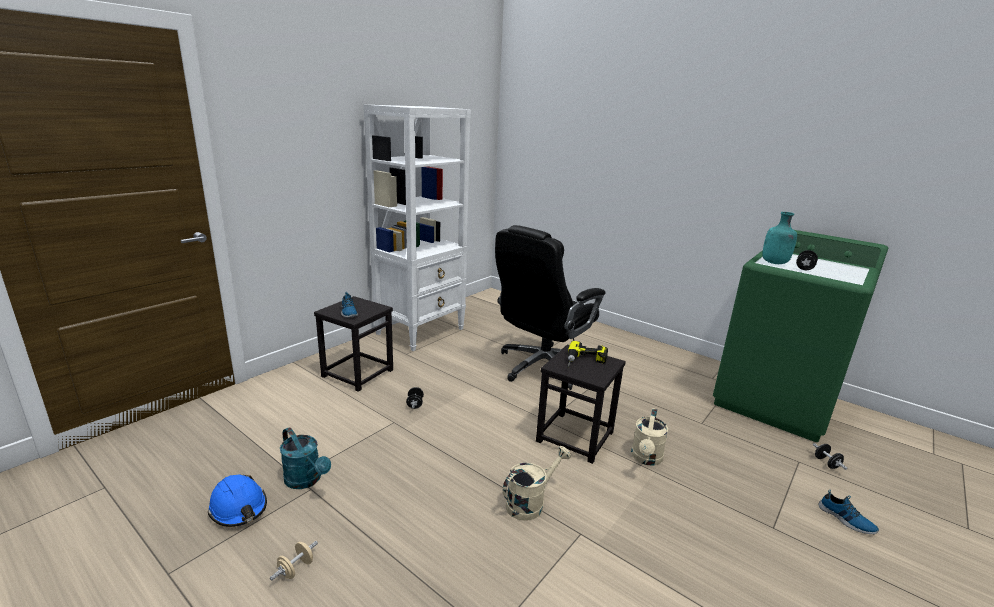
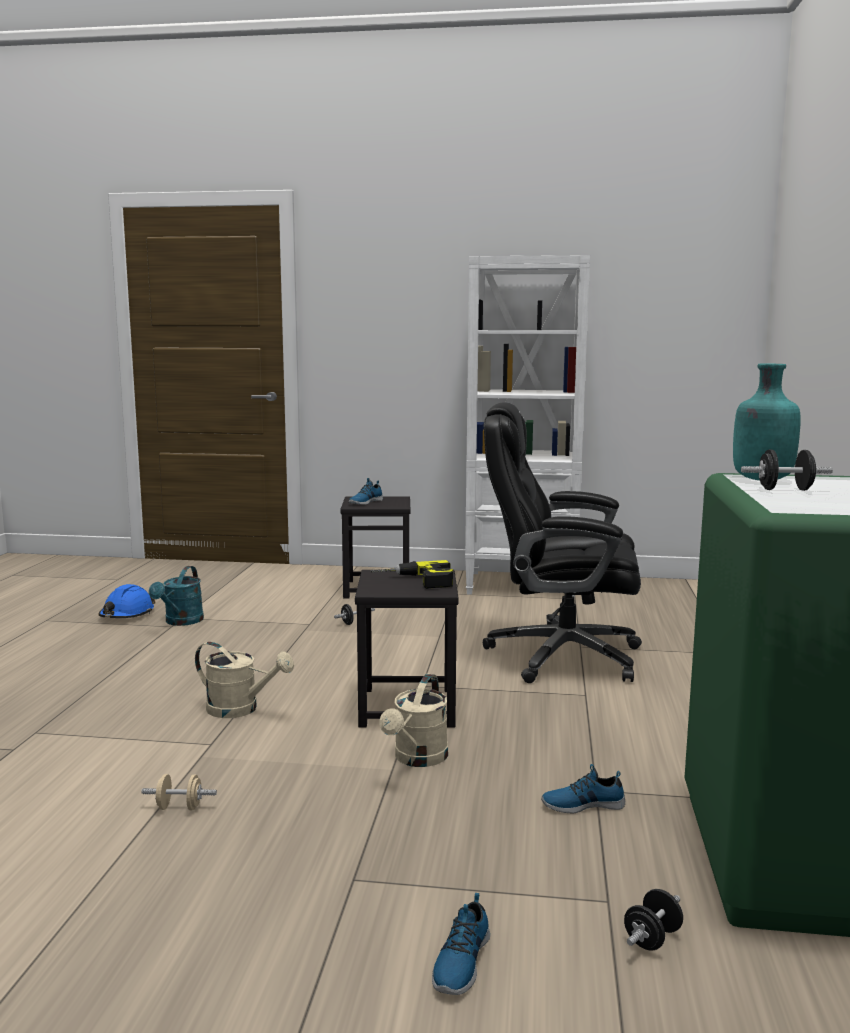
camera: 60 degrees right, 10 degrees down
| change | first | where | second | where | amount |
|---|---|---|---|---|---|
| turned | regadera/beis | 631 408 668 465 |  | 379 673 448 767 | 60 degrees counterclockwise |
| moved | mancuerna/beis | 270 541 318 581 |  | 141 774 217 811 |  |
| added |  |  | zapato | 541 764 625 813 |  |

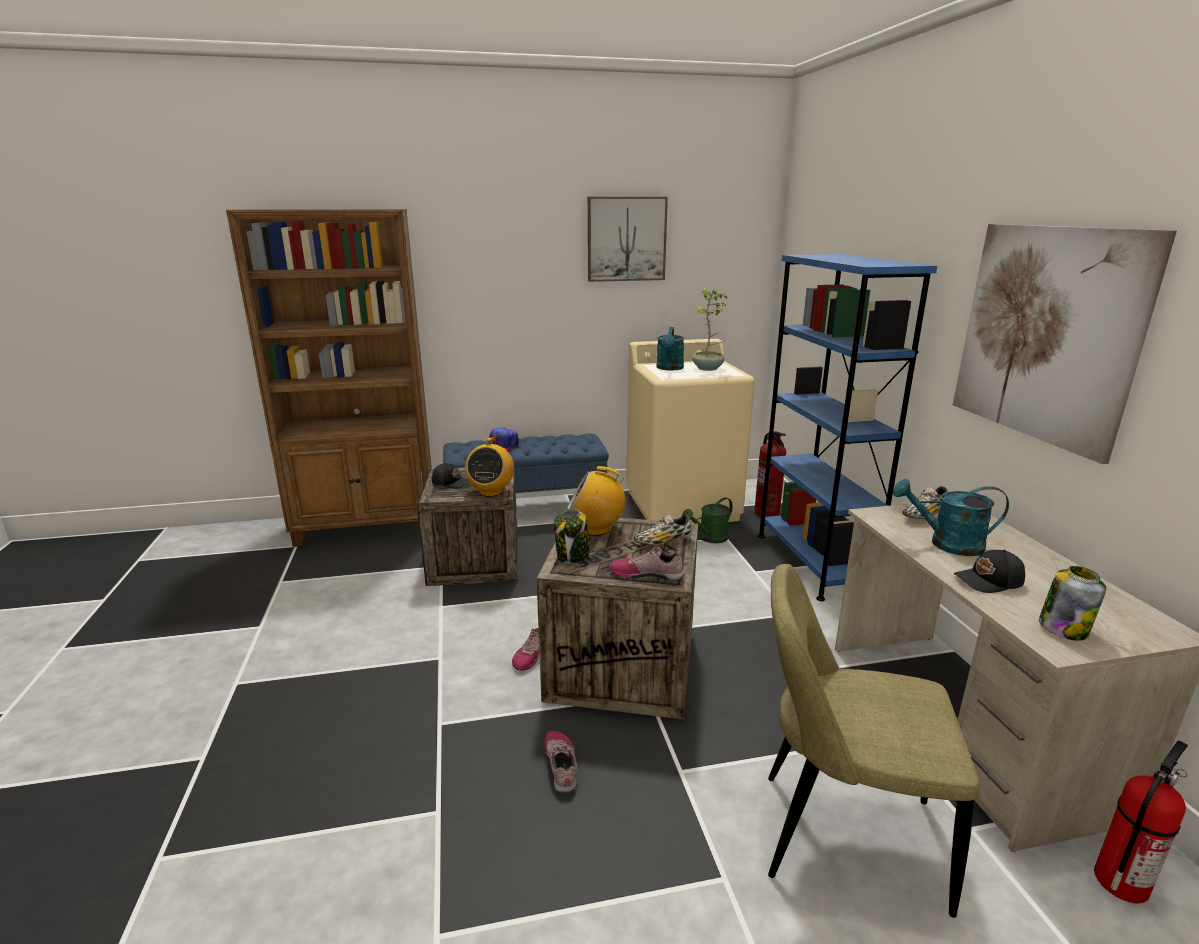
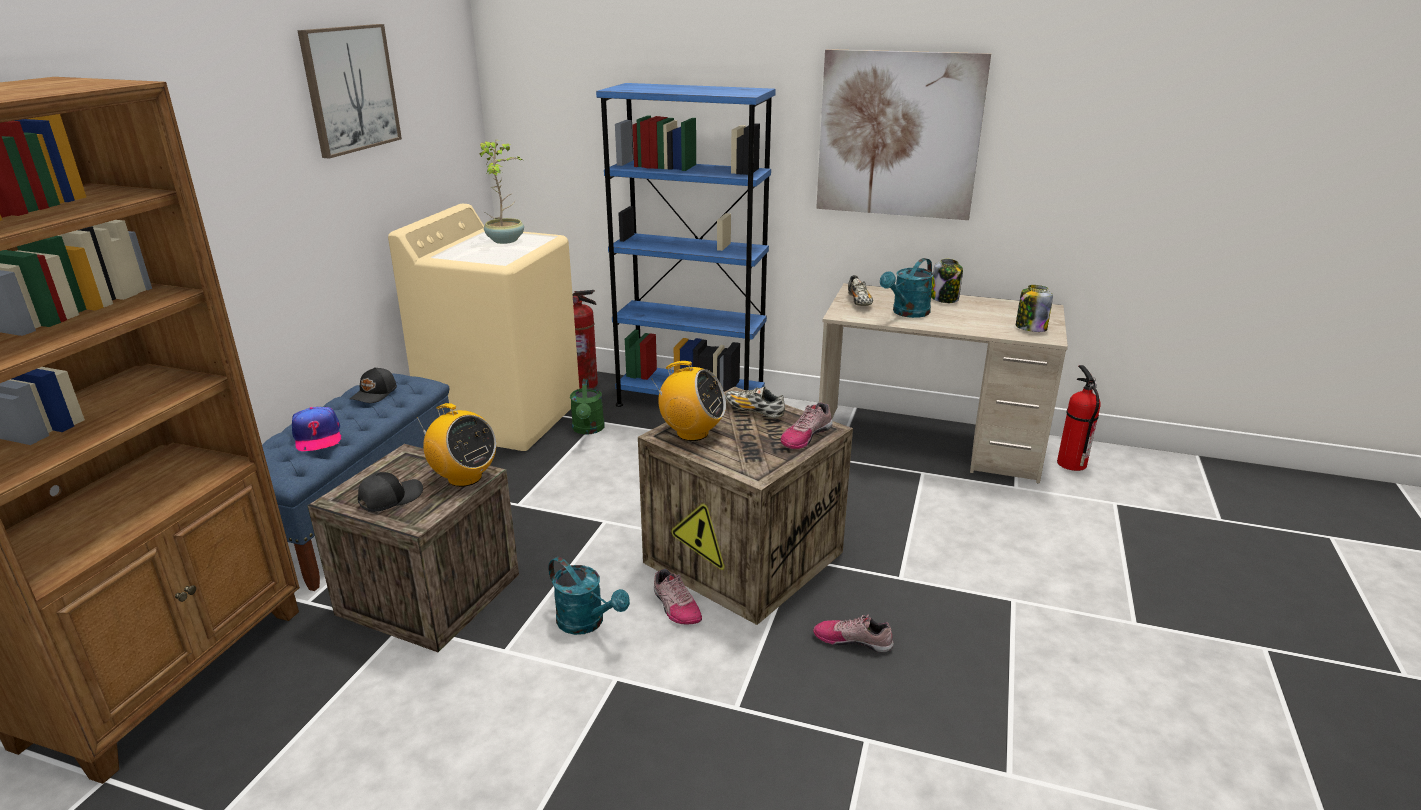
camera: 60 degrees left, 5 degrees up
| change | first | where | second | where | amount |
|---|---|---|---|---|---|
| moved | regadera/turquesa | 657 327 684 371 |  | 549 557 630 635 |  |
| turned | radio | 567 466 628 536 |  | 653 361 726 441 | 105 degrees counterclockwise |
| moved | tarro | 554 508 590 564 |  | 931 259 963 303 |  |
| turned | zapato | 633 514 692 545 |  | 725 387 785 418 | 120 degrees clockwise |
| moved | gorra/negro | 954 550 1025 593 |  | 350 367 397 403 |  |
| removed | silla/beis | 768 564 980 918 |  |  |  |

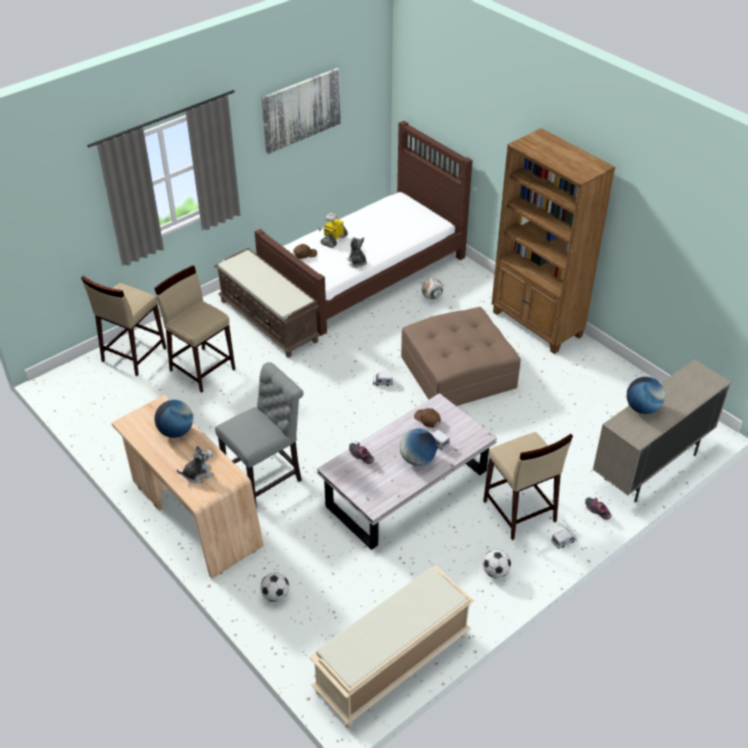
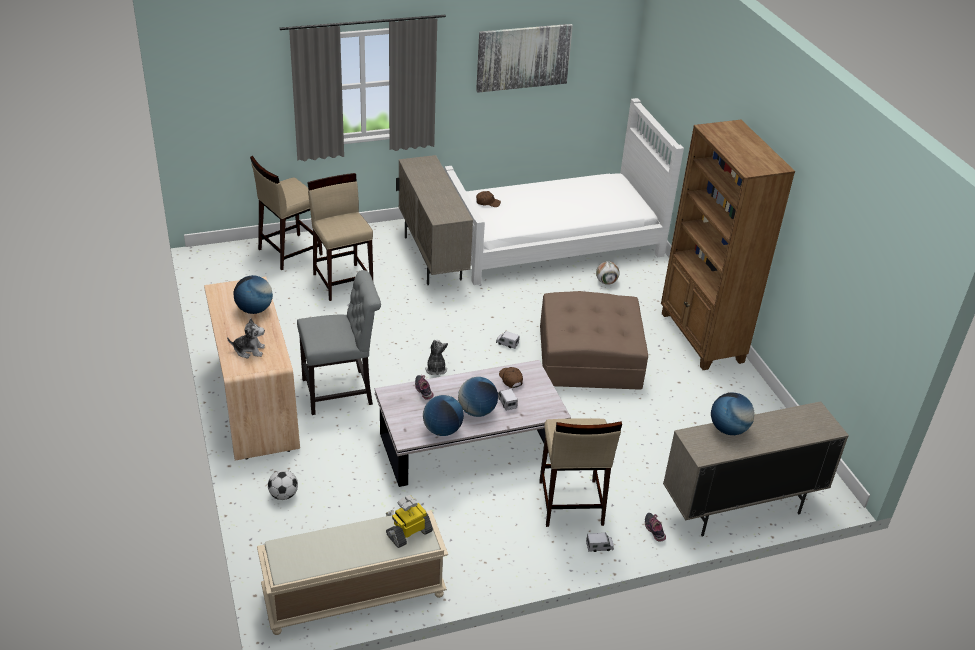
camera: 20 degrees right, 5 degrees down
| change | first | where | second | where | amount |
|---|---|---|---|---|---|
| recoloured | cama/marrón | 254 121 473 336 | cama/blanco | 444 98 684 285 |  |
| moved | robot de juguete | 319 213 348 248 |  | 386 495 433 548 |  |
| moved | peluche | 347 237 367 268 |  | 425 340 448 375 |  |
| replaced | banco/marrón | 214 248 320 357 | armario/beis | 396 155 473 285 |  |
| removed | balón de fútbol | 483 549 511 578 |  |  |  |
| added |  |  | globo terráqueo | 423 395 464 436 |  |

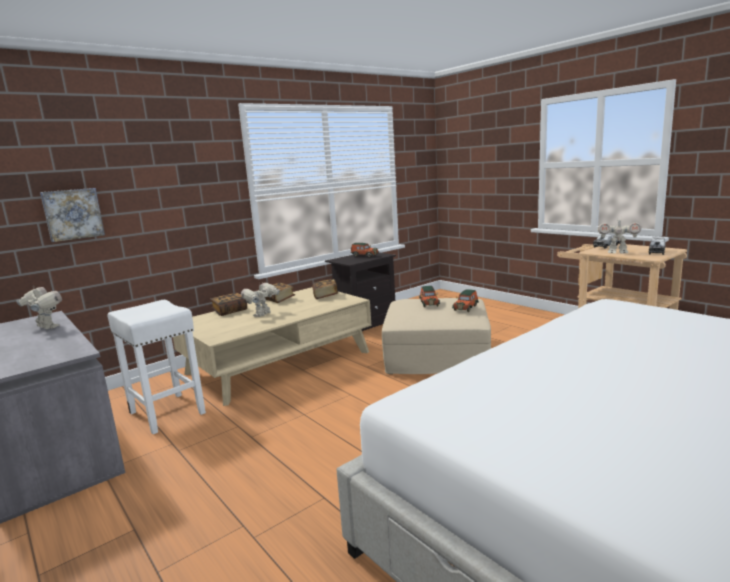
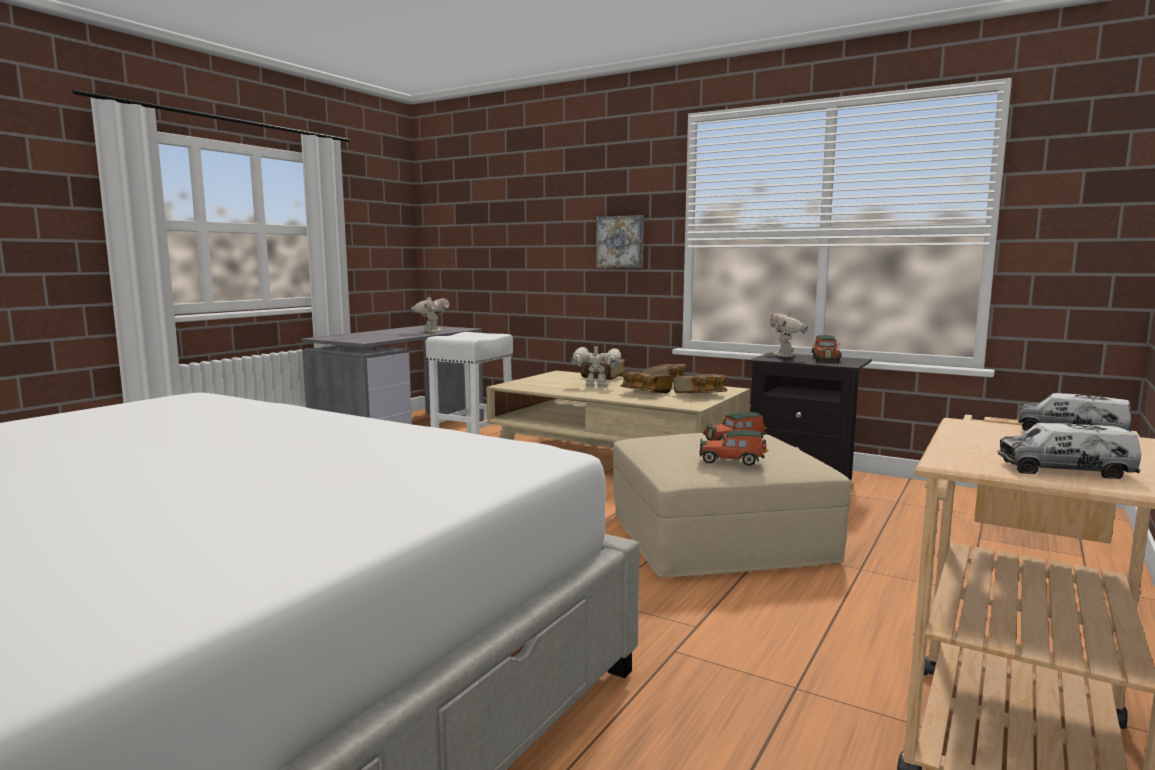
camera: 70 degrees right, 5 degrees down
| change | first | where | second | where | amount |
|---|---|---|---|---|---|
| moved | cuadro | 40 188 105 242 |  | 596 215 644 268 |  |
| moved | robot de juguete | 598 216 641 254 |  | 769 307 808 357 |  |
| added |  |  | libro | 620 371 673 393 |  |

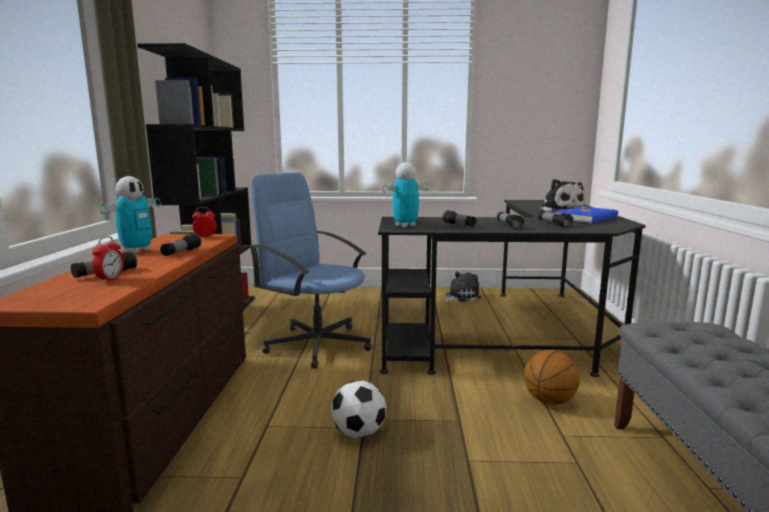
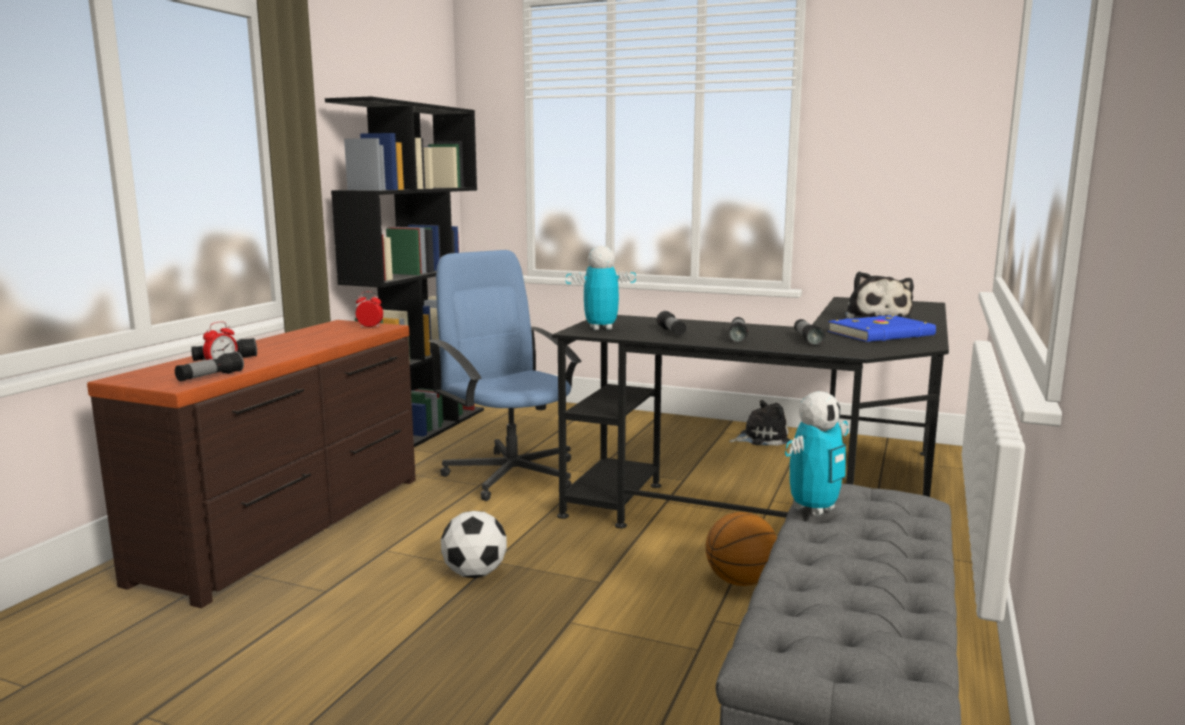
camera: 20 degrees right, 0 degrees up
| change | first | where | second | where | amount |
|---|---|---|---|---|---|
| moved | robot de juguete | 100 176 161 253 |  | 785 391 848 516 |  |
| moved | linterna | 160 233 202 256 |  | 175 351 244 381 |  |

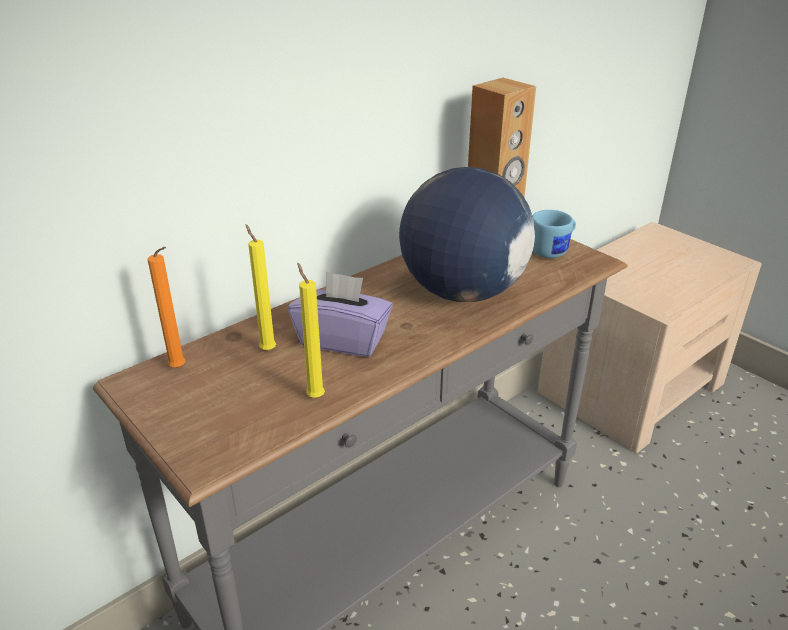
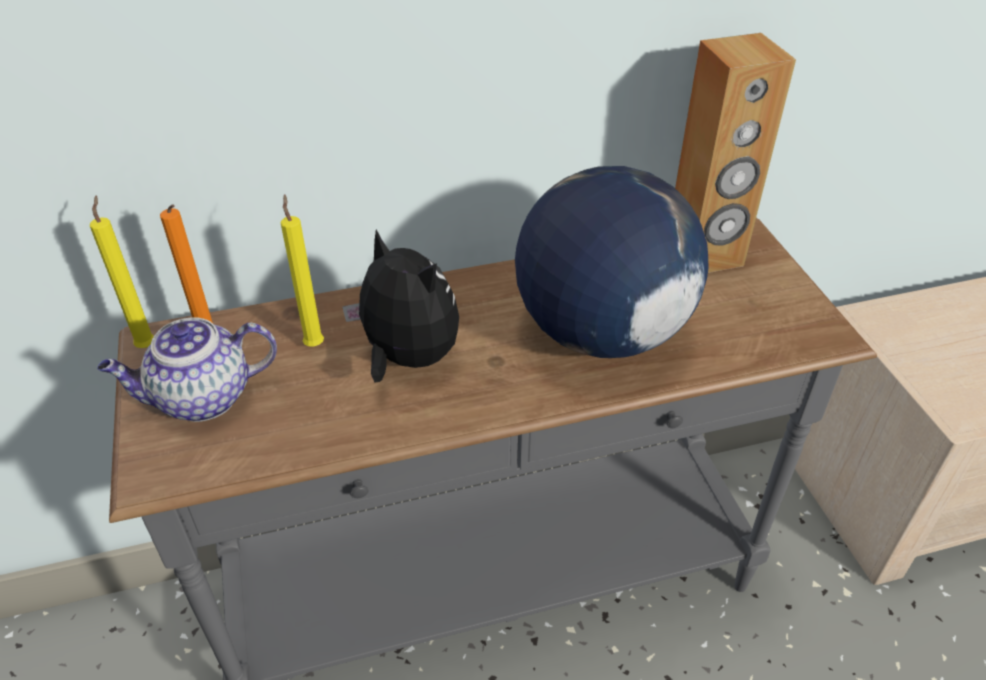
camera: 25 degrees right, 10 degrees up
| change | first | where | second | where | amount |
|---|---|---|---|---|---|
| removed | taza grande/azul | 532 210 576 258 |  |  |  |
| moved | vela/amarillo | 297 263 325 398 |  | 90 195 154 348 |  |
| replaced | caja de pañuelos/morado | 288 271 393 357 | peluche | 342 230 459 383 |  |
| added |  |  | tetera | 97 318 277 422 |  |

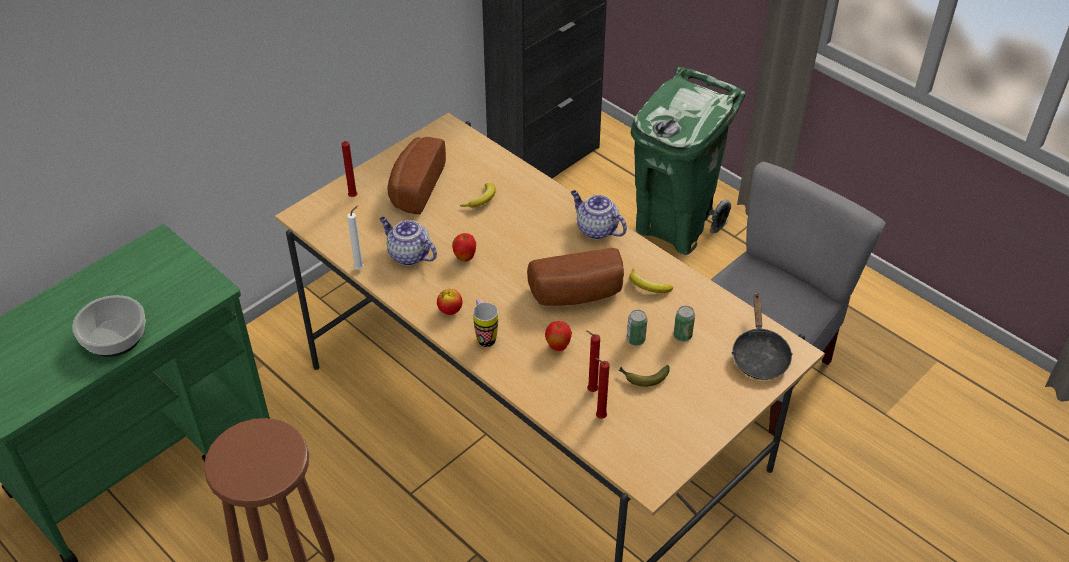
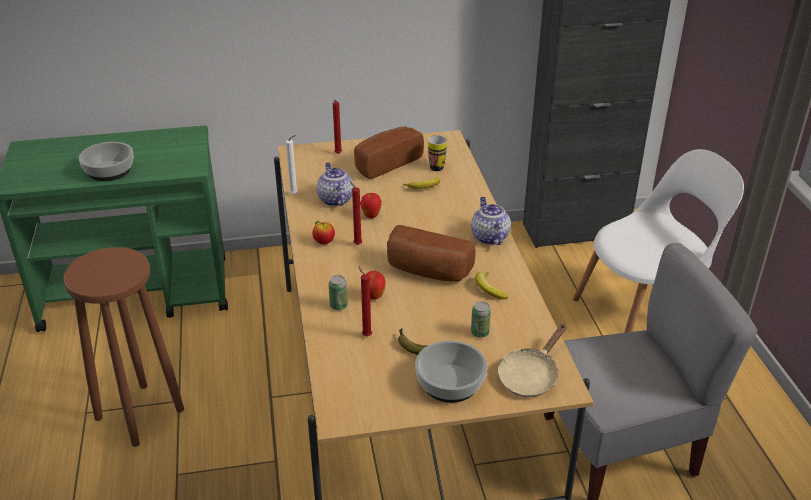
camera: 35 degrees right, 10 degrees down
| change | first | where | second | where | amount |
|---|---|---|---|---|---|
| replaced | papelera/verde | 631 67 746 255 | silla/blanco | 573 149 744 333 |  |
| recoloured | sartén/negro | 731 294 793 380 | sartén/beis | 498 324 566 397 |  |
| moved | taza grande | 473 299 498 347 |  | 428 135 447 171 |  |
| moved | lata | 627 310 647 345 |  | 329 275 348 310 |  |
| moved | vela/rojo | 595 358 610 419 |  | 349 180 362 245 |  |
| added |  |  | cuenco | 415 340 487 403 |  |

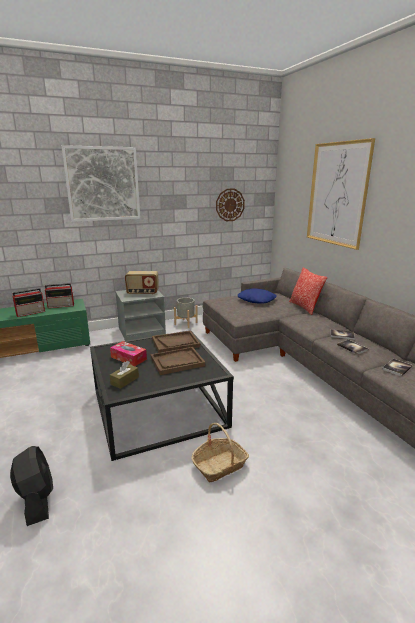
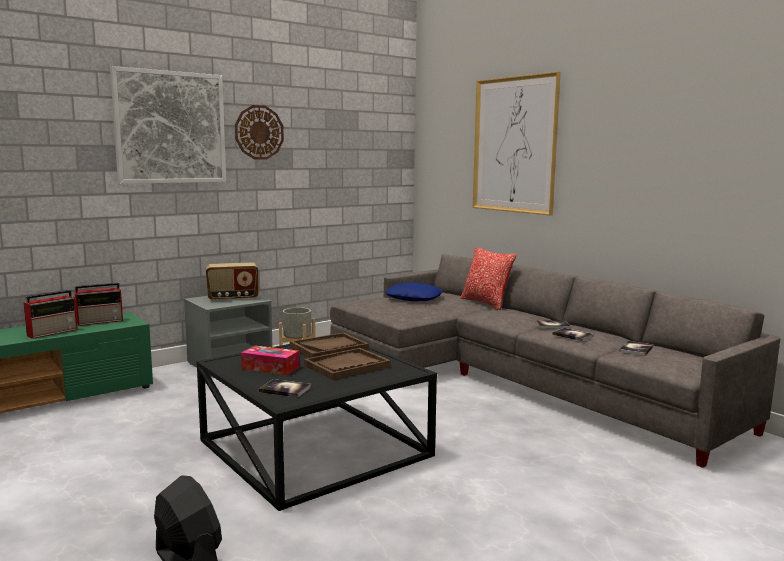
camera: 15 degrees left, 10 degrees down
| change | first | where | second | where | amount |
|---|---|---|---|---|---|
| moved | reloj de pared | 216 189 245 221 |  | 235 105 284 159 |  |
| replaced | caja de pañuelos/marrón | 110 361 139 389 | libro | 259 379 311 398 |  |
| removed | cesta | 191 423 249 483 |  |  |  |

